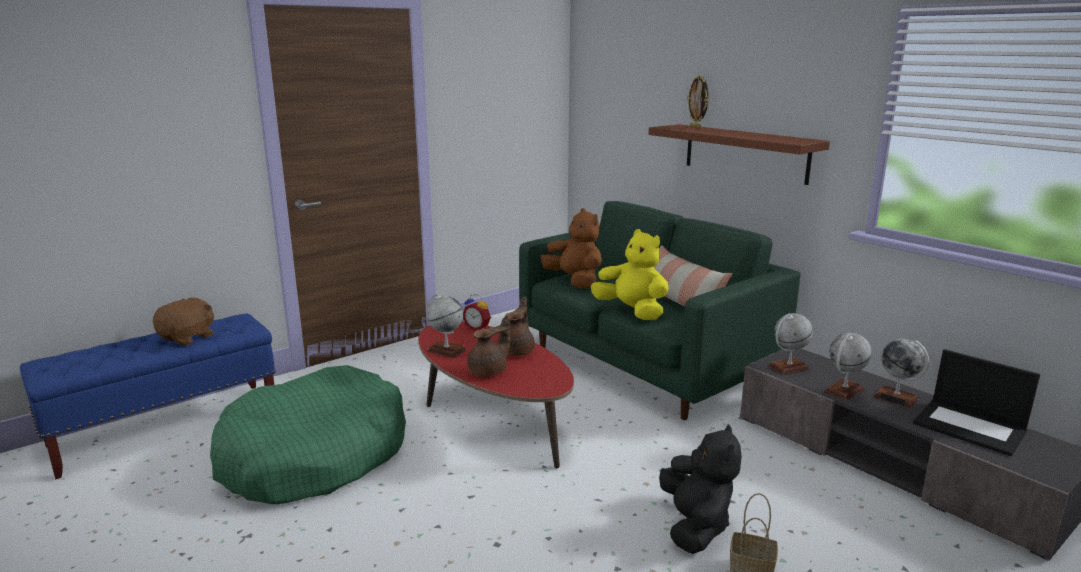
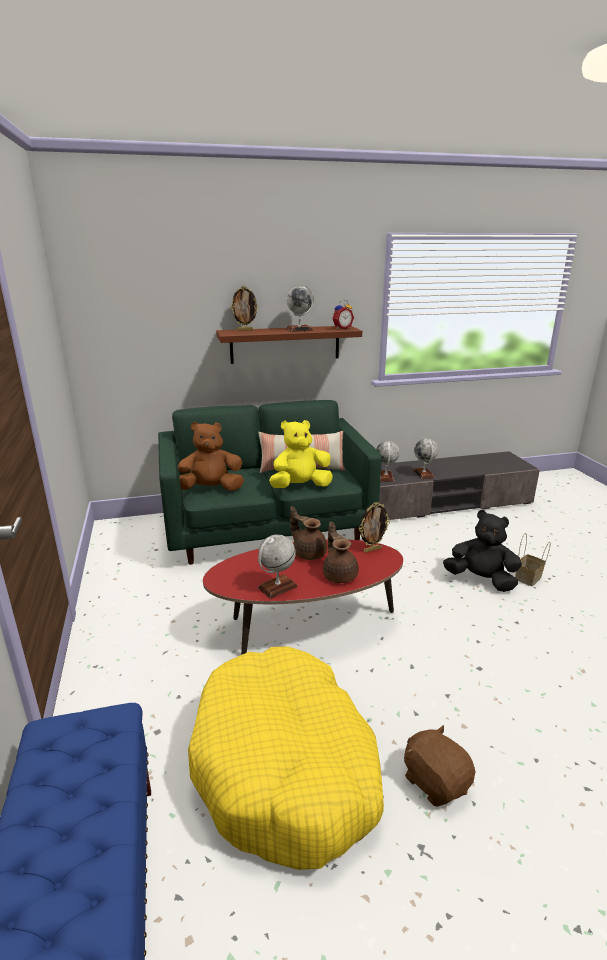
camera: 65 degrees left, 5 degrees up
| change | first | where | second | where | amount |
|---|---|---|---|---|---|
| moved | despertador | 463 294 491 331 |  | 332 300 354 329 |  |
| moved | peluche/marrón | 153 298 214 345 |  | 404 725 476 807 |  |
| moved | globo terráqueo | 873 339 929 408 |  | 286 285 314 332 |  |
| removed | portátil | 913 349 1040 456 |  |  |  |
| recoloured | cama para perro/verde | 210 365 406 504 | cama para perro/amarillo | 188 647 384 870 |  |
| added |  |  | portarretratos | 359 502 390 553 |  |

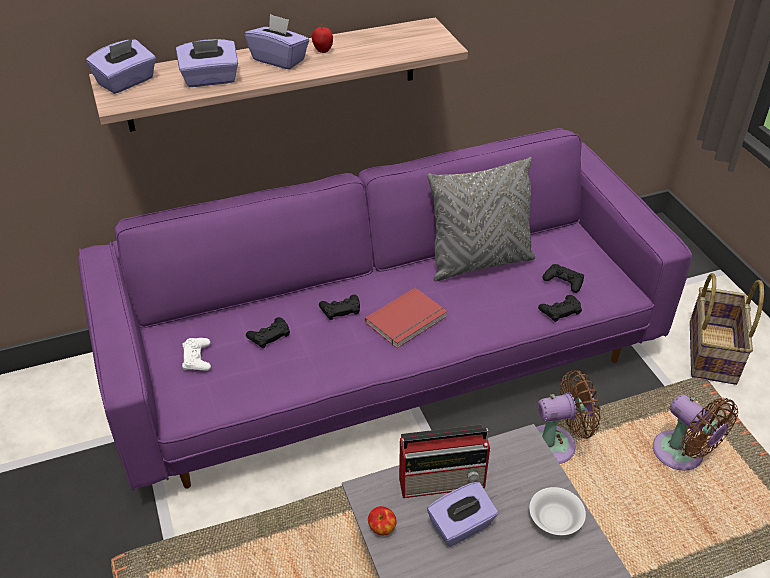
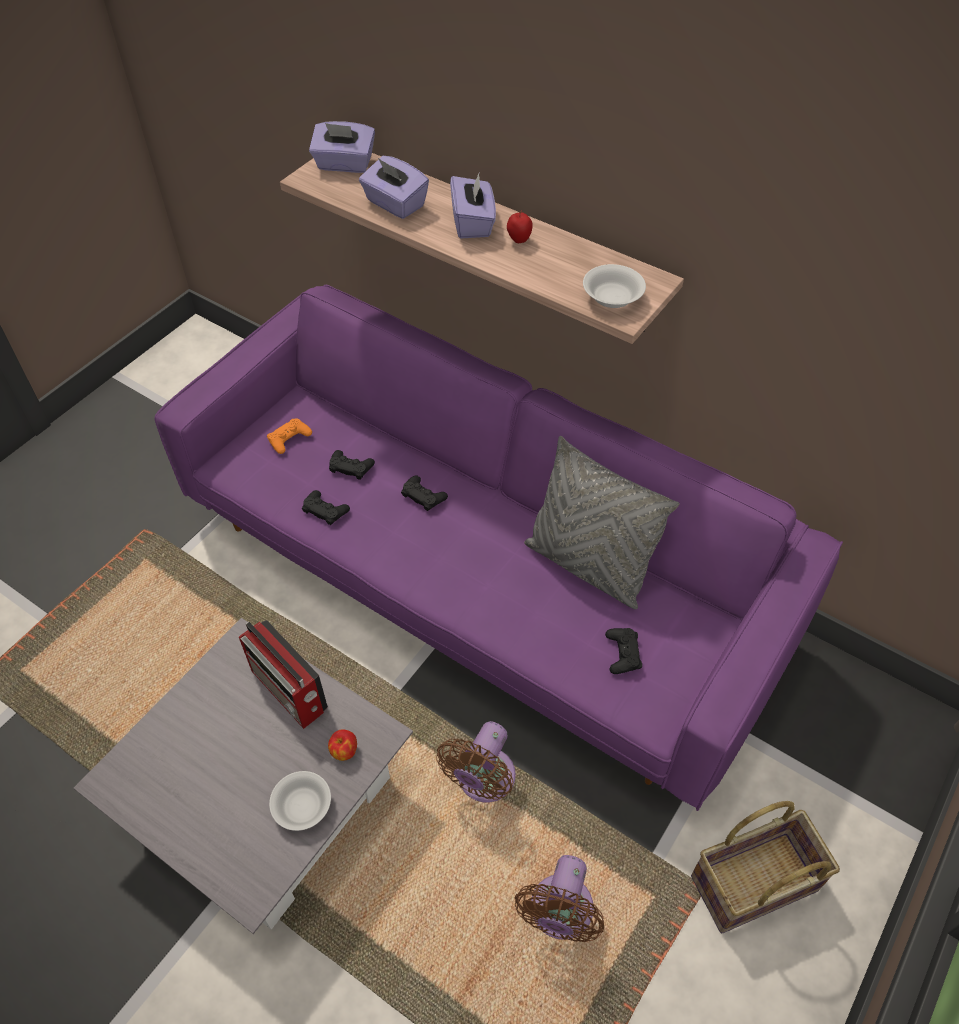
camera: 55 degrees right, 10 degrees up
| change | first | where | second | where | amount |
|---|---|---|---|---|---|
| removed | libro/rojo | 365 288 448 348 |  |  |  |
| moved | mando de consola/negro | 538 295 582 322 |  | 302 490 350 525 |  |
| recoloured | mando de consola/blanco | 182 338 211 371 | mando de consola/naranja | 267 418 312 454 |  |
| turned | ventilador/marrón | 536 370 601 464 |  | 436 721 516 802 | 75 degrees clockwise |
| removed | caja de pañuelos/morado | 427 482 498 547 |  |  |  |
| moved | manzana | 368 506 397 535 |  | 328 729 357 761 |  |
| added |  |  | cuenco/blanco | 583 264 646 308 |  |

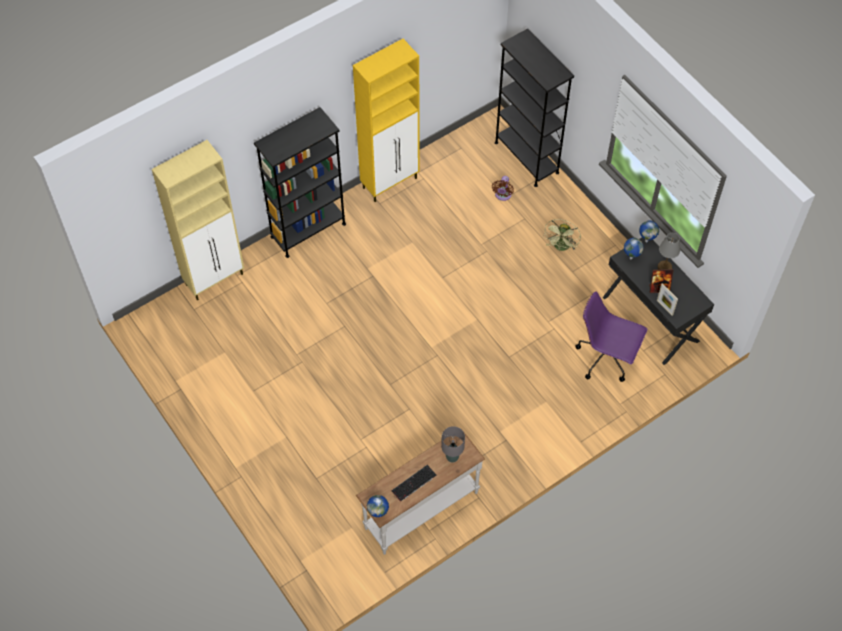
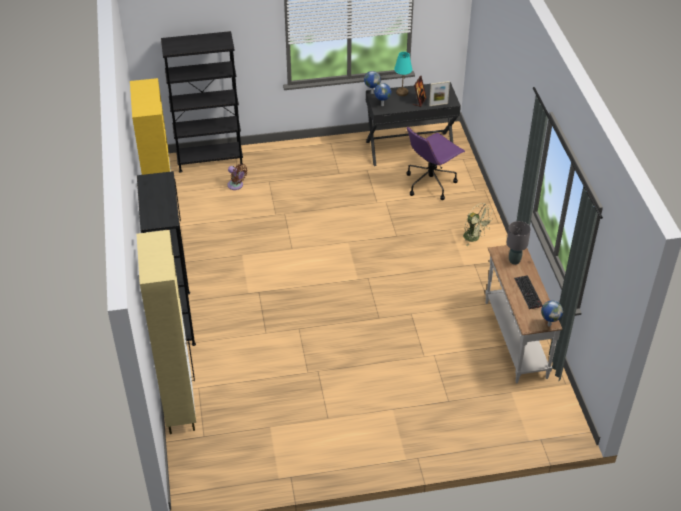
camera: 65 degrees left, 15 degrees down
| change | first | where | second | where | amount |
|---|---|---|---|---|---|
| moved | ventilador/verde | 543 219 581 252 |  | 463 203 494 246 |  |
| recoloured | lámpara de mesa/gris | 658 233 680 269 | lámpara de mesa/turquesa | 394 52 412 96 |  |

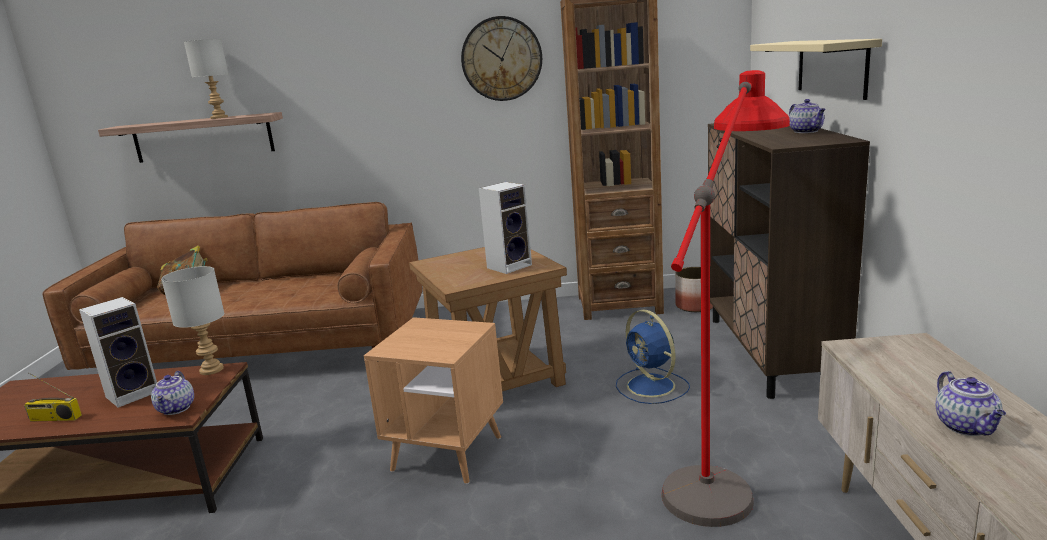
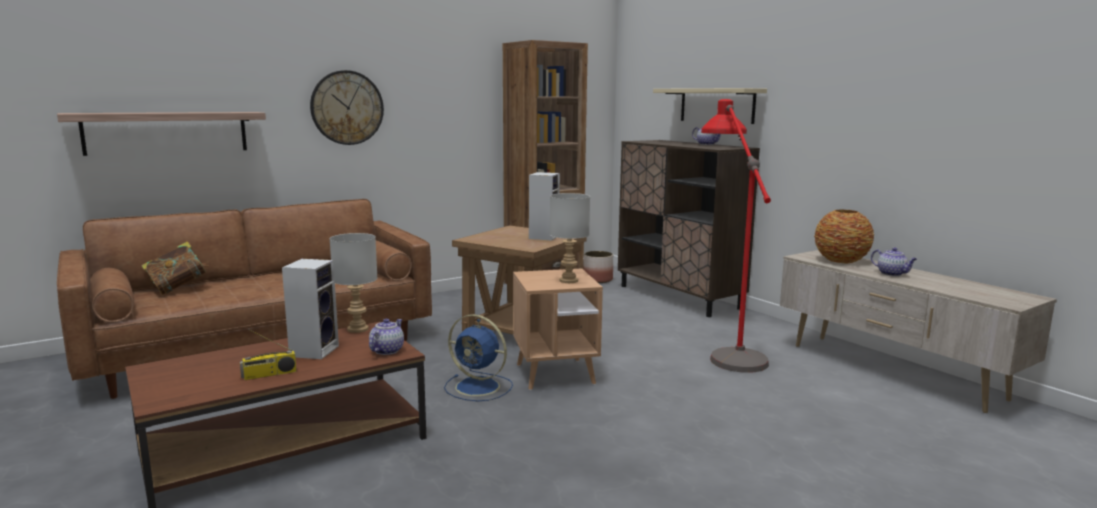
camera: 35 degrees left, 5 degrees down
| change | first | where | second | where | amount |
|---|---|---|---|---|---|
| moved | reloj de pared | 461 16 542 101 |  | 310 70 384 145 |  |
| moved | lámpara de mesa/gris | 184 39 228 119 |  | 550 193 590 283 |  |
| moved | ventilador/azul | 616 309 690 404 |  | 444 314 513 401 |  |
| turned | tetera | 151 371 194 415 |  | 369 319 404 355 | 120 degrees counterclockwise |
| added |  |  | florero | 814 209 874 264 |  |

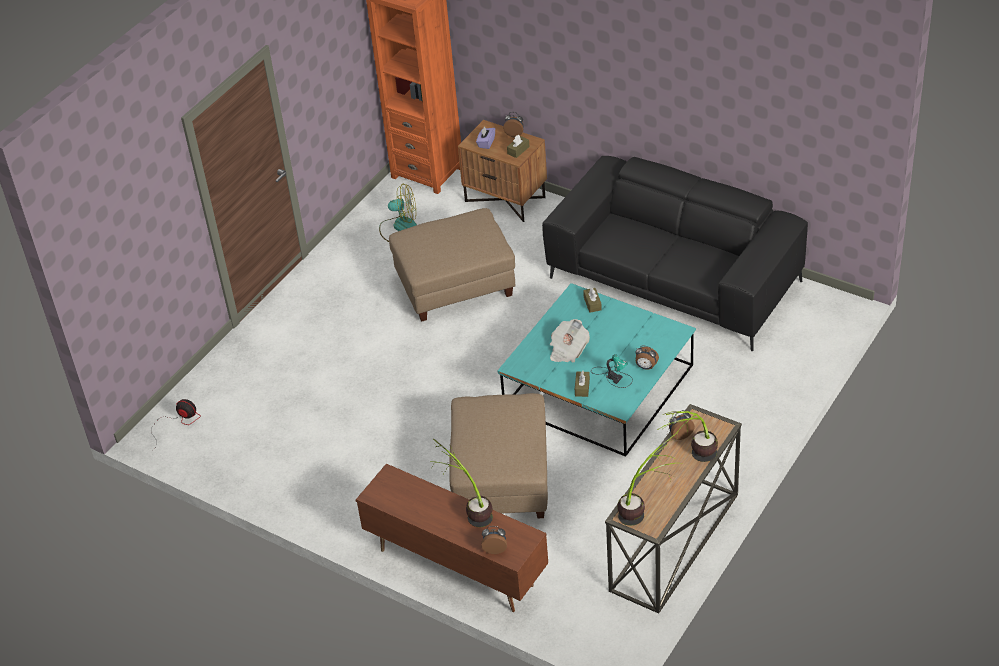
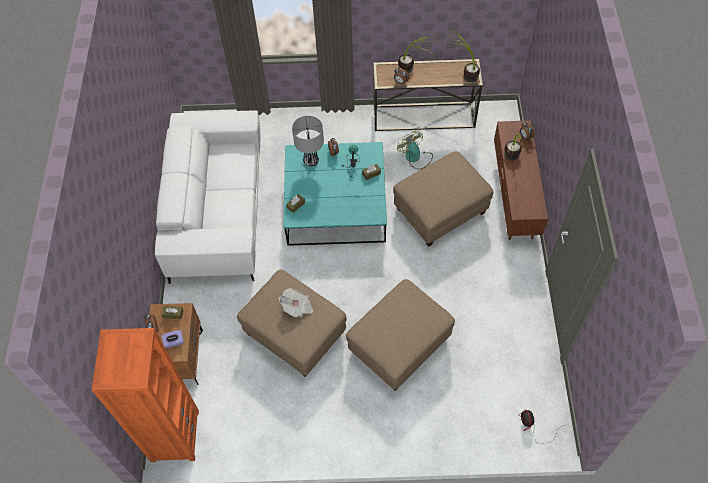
camera: 125 degrees left, 15 degrees up
| change | first | where | second | where | amount |
|---|---|---|---|---|---|
| recoloured | sofá/negro | 542 156 808 351 | sofá/blanco | 155 110 260 284 |  |
| moved | ventilador | 379 184 417 242 |  | 397 131 433 170 |  |
| moved | periódico | 550 319 590 363 |  | 279 288 313 317 |  |
| added |  |  | lámpara de mesa | 292 116 324 166 |  |
| added |  |  | puf/beis | 346 279 455 391 |  |

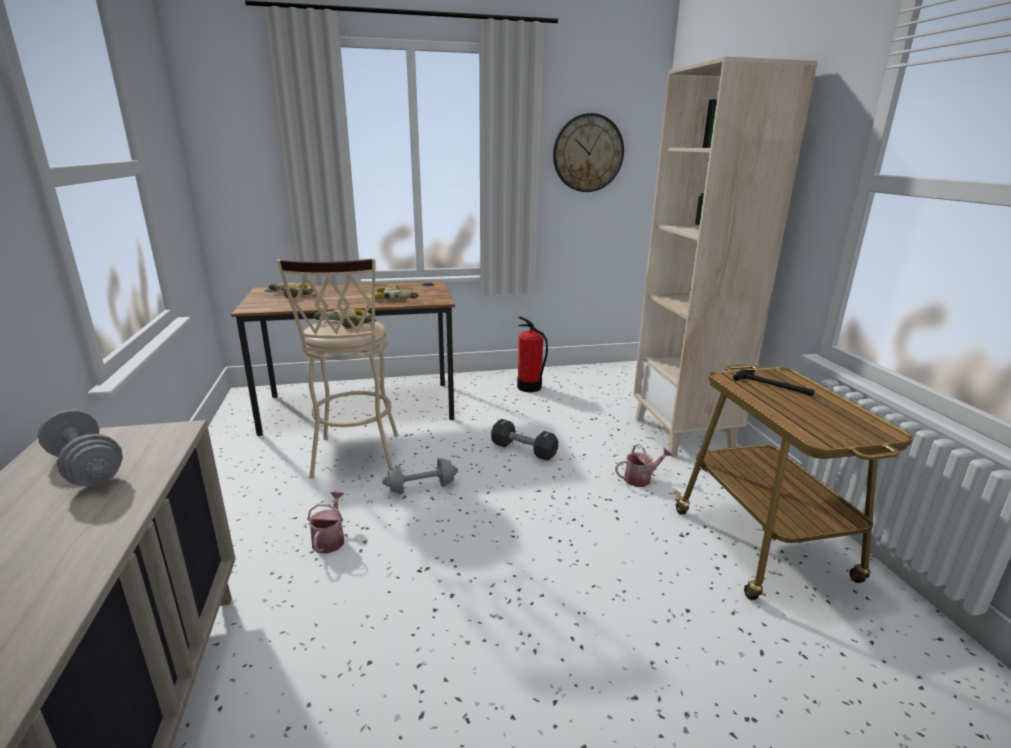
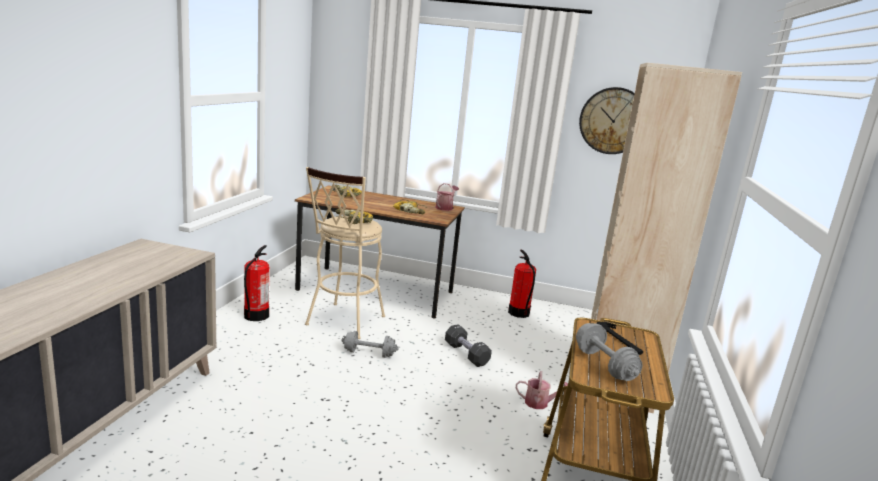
camera: 25 degrees right, 5 degrees down
| change | first | where | second | where | amount |
|---|---|---|---|---|---|
| moved | mancuerna/gris | 38 409 123 486 |  | 576 323 643 381 |  |
| moved | regadera | 307 492 344 553 |  | 435 183 459 211 |  |
| added |  |  | extintor | 244 245 269 321 |  |

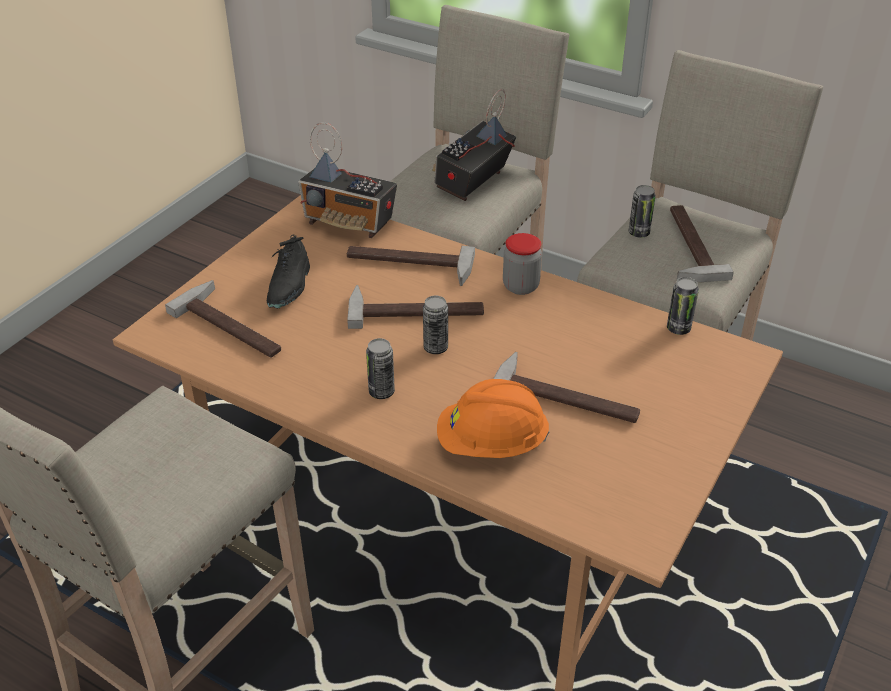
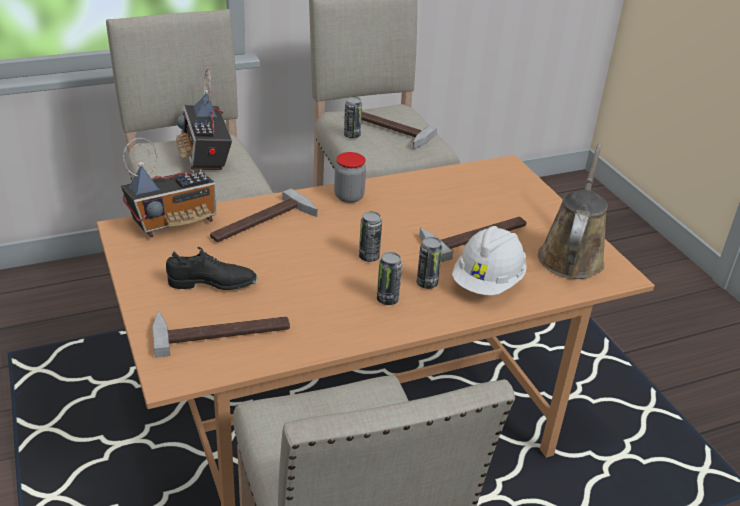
camera: 55 degrees left, 5 degrees down
| change | first | where | second | where | amount |
|---|---|---|---|---|---|
| turned | zapato/negro | 267 234 310 308 |  | 166 247 258 290 | 45 degrees counterclockwise |
| moved | lata | 667 277 699 335 |  | 417 237 442 289 |  |
| removed | martillo | 347 285 484 329 |  |  |  |
| recoloured | casco/naranja | 437 379 550 458 | casco/blanco | 452 226 527 295 |  |
| added |  |  | regadera/marrón | 538 144 608 279 |  |

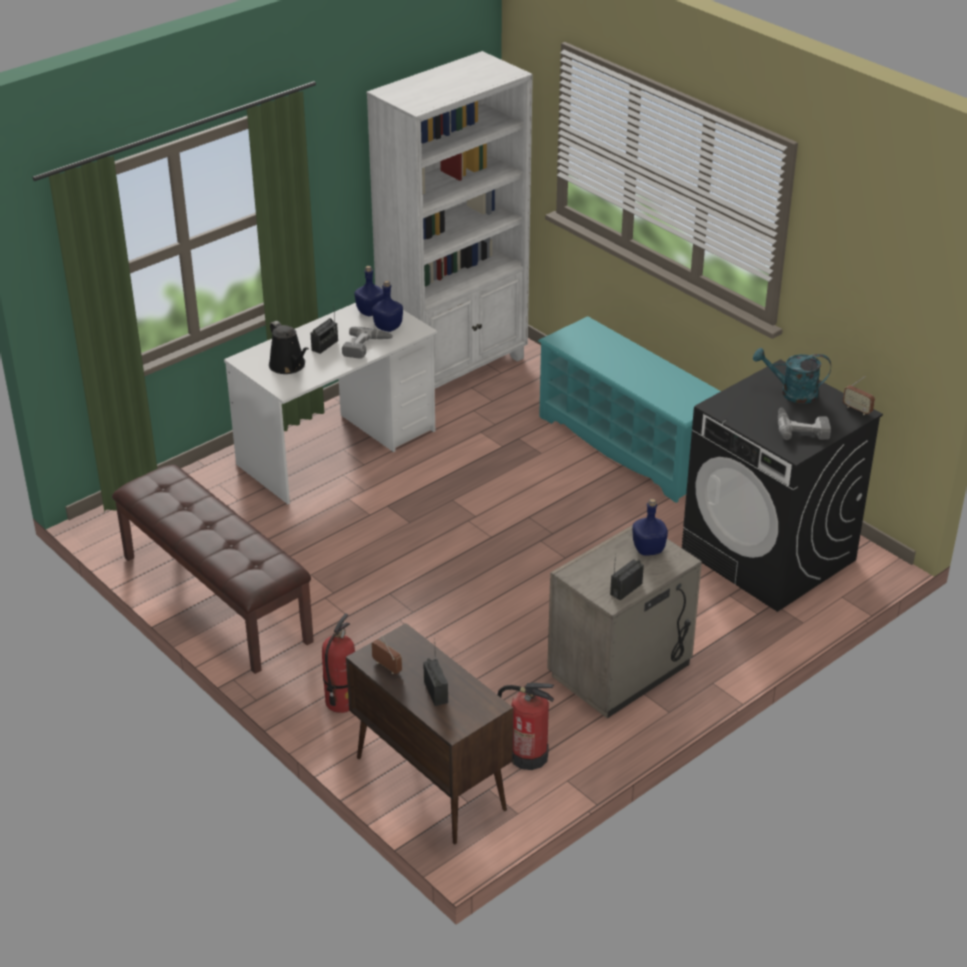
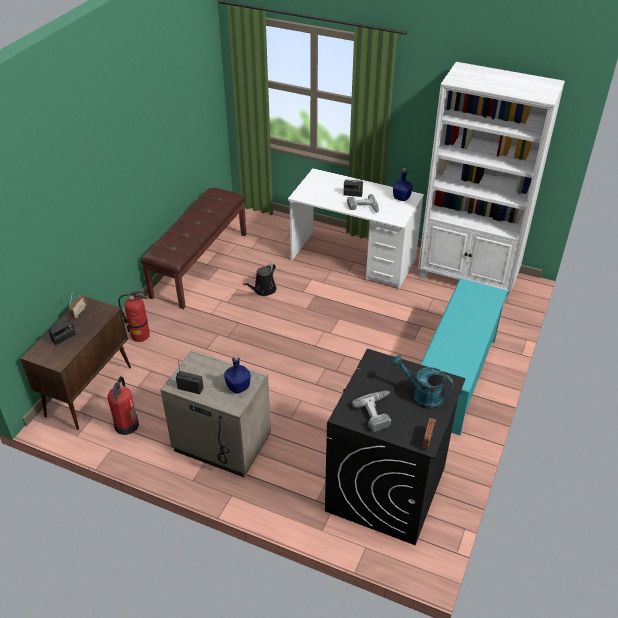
camera: 65 degrees right, 5 degrees up
| change | first | where | second | where | amount |
|---|---|---|---|---|---|
| removed | botella/azul | 372 281 403 332 |  |  |  |
| moved | regadera/negro | 269 321 309 374 |  | 244 263 277 296 |  |
| turned | regadera/turquesa | 753 348 831 404 |  | 392 355 454 409 | 45 degrees counterclockwise |

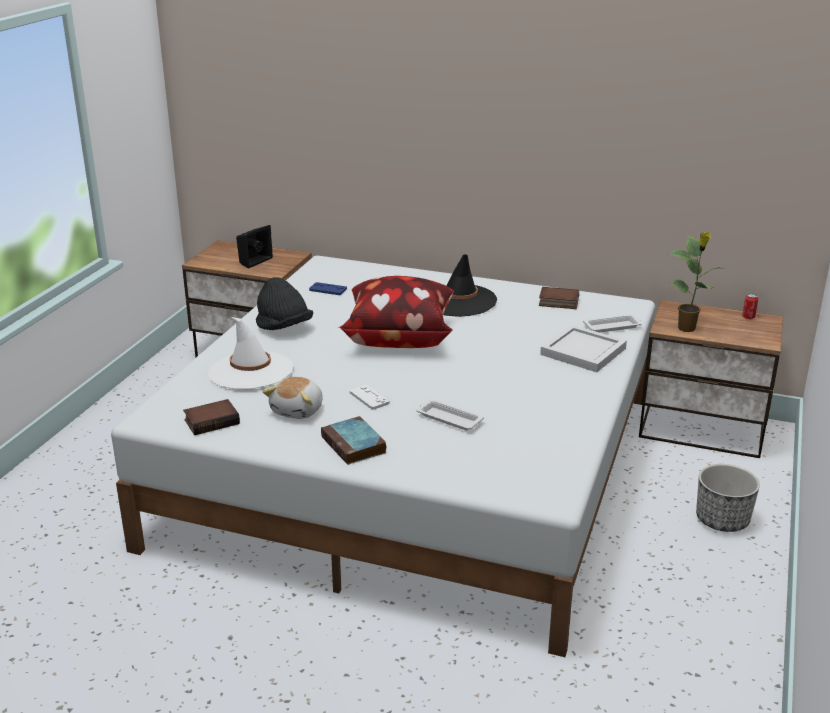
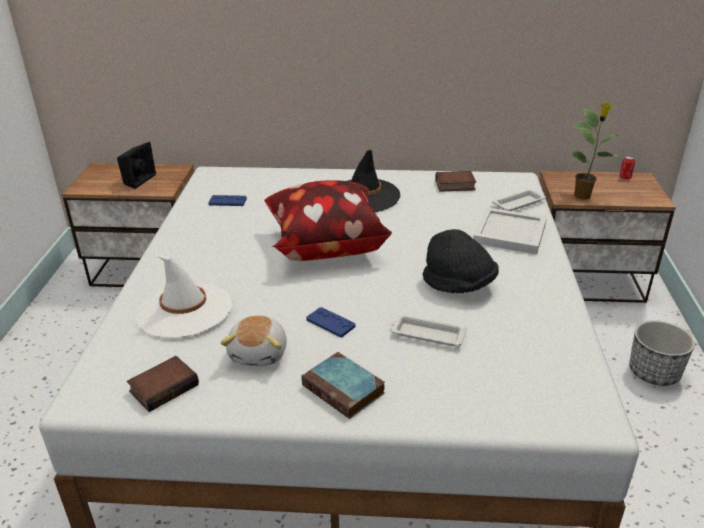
camera: 15 degrees left, 5 degrees up
| change | first | where | second | where | amount |
|---|---|---|---|---|---|
| moved | sombrero/negro | 256 277 313 330 |  | 423 229 499 293 |  |
| recoloured | mando de consola/blanco | 350 385 390 410 | mando de consola/azul | 306 307 356 338 |  |

